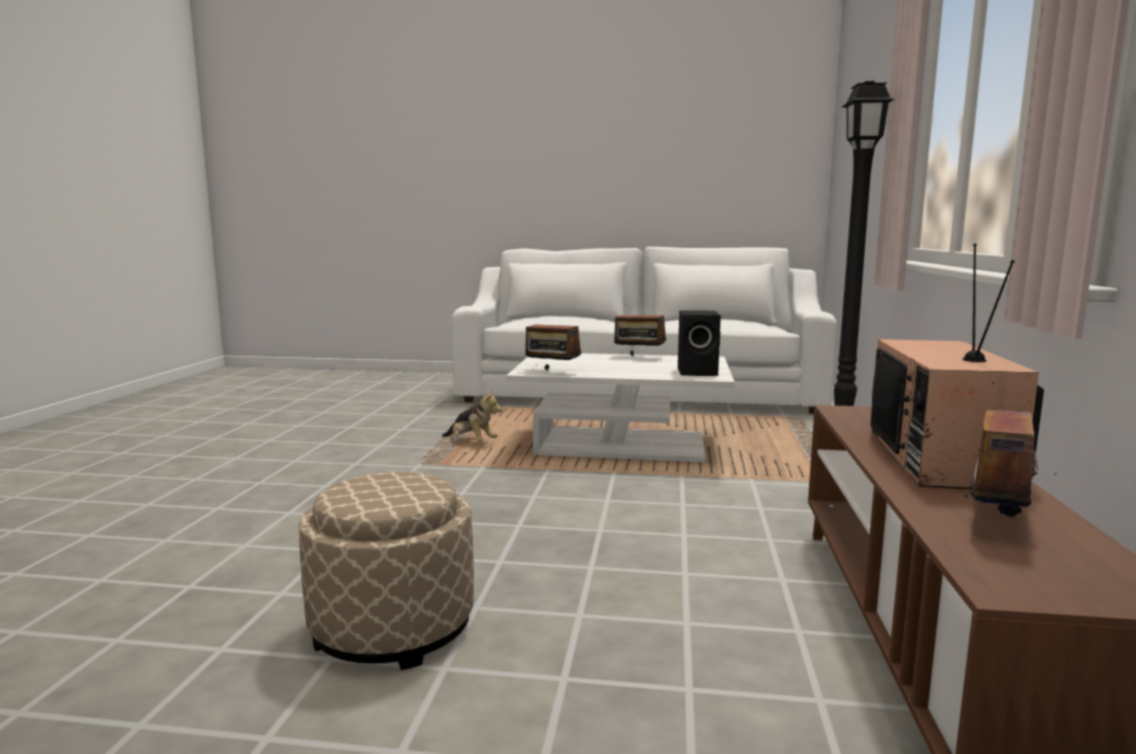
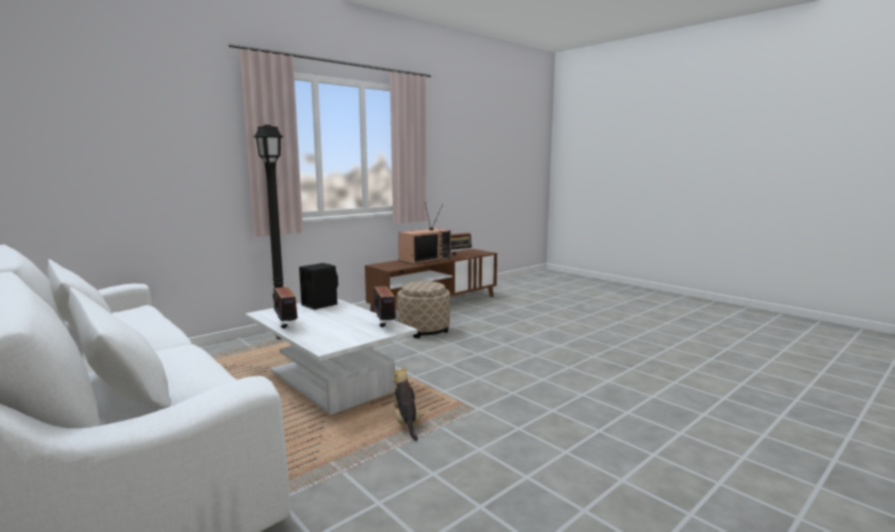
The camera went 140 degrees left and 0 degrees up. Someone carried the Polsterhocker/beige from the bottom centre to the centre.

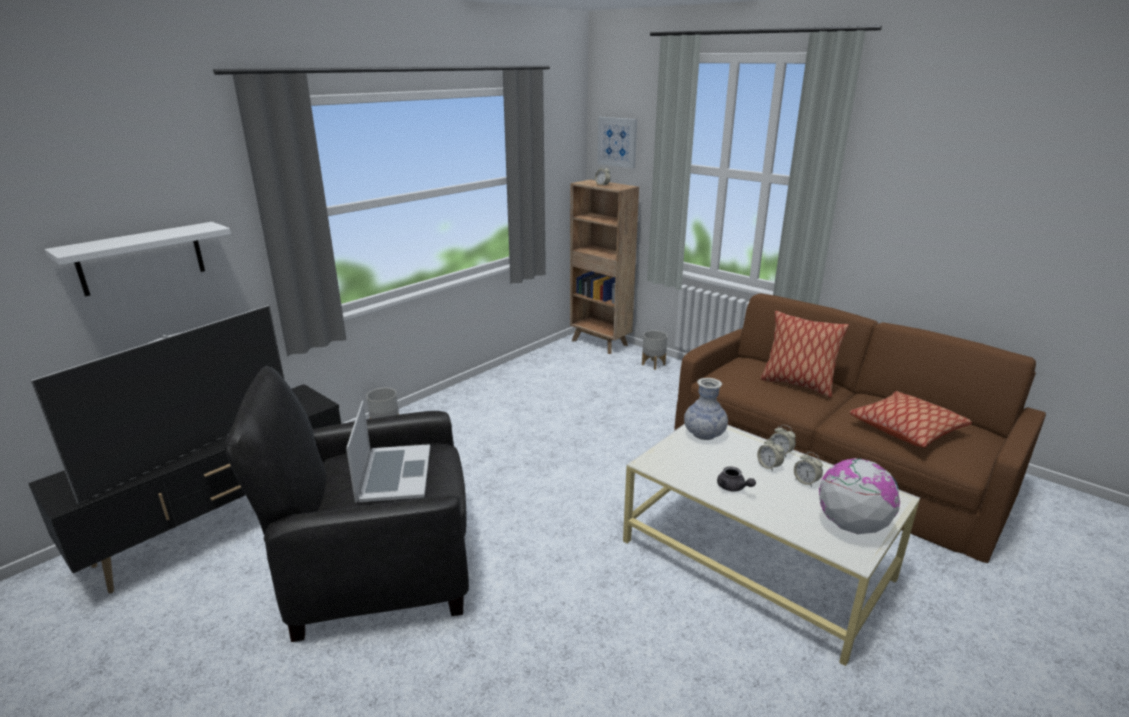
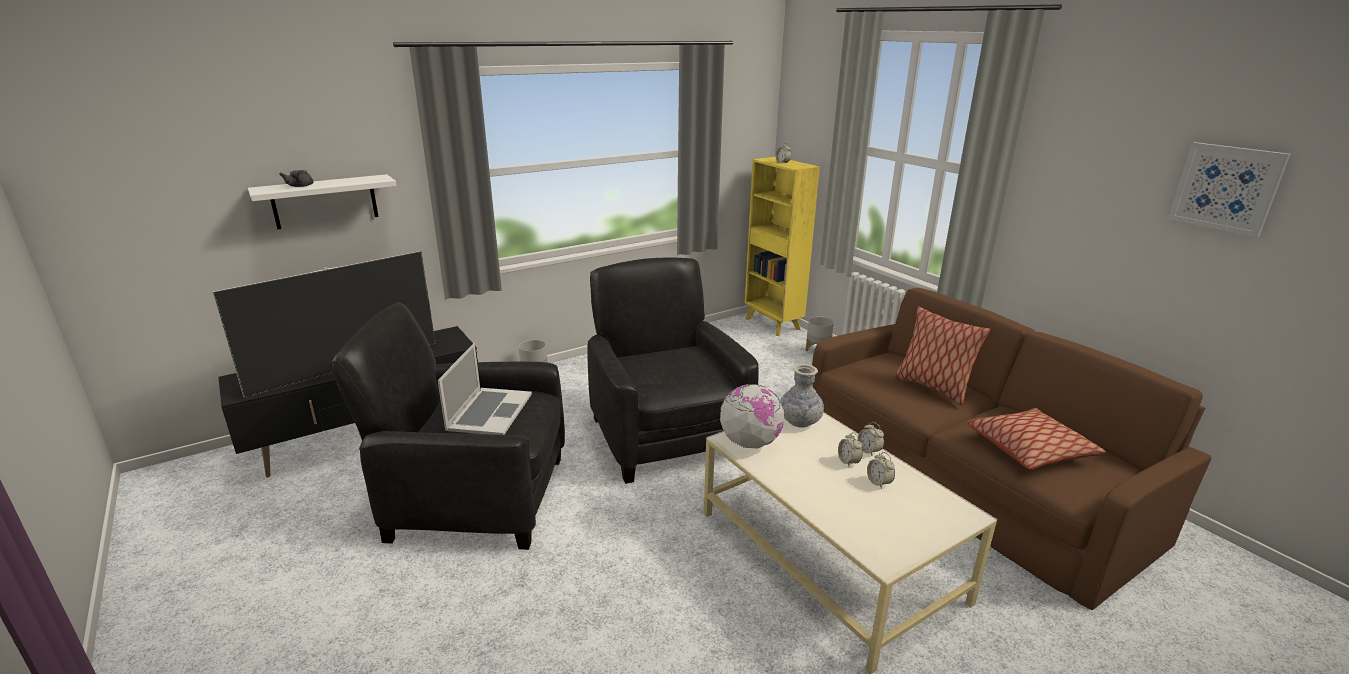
The camera went 15 degrees right and 0 degrees up. Someone carried the Teekanne/grau from the bottom centre to the top left. Someone put down the Sessel/schwarz (2nd from left) at the centre. Someone carried the Globus from the bottom right to the centre. Someone repainted the Bücherregal/braun at the centre, which became the Bücherregal/gelb at the centre. Someone carried the Bild from the top centre to the top right.

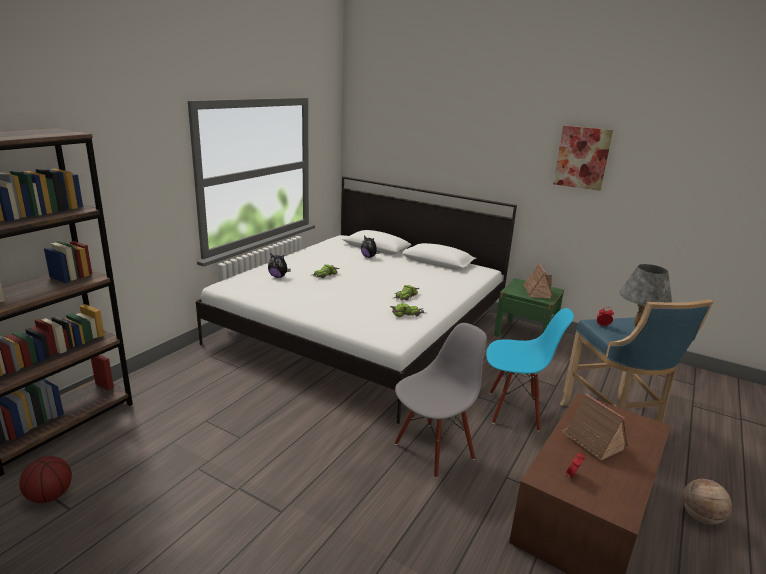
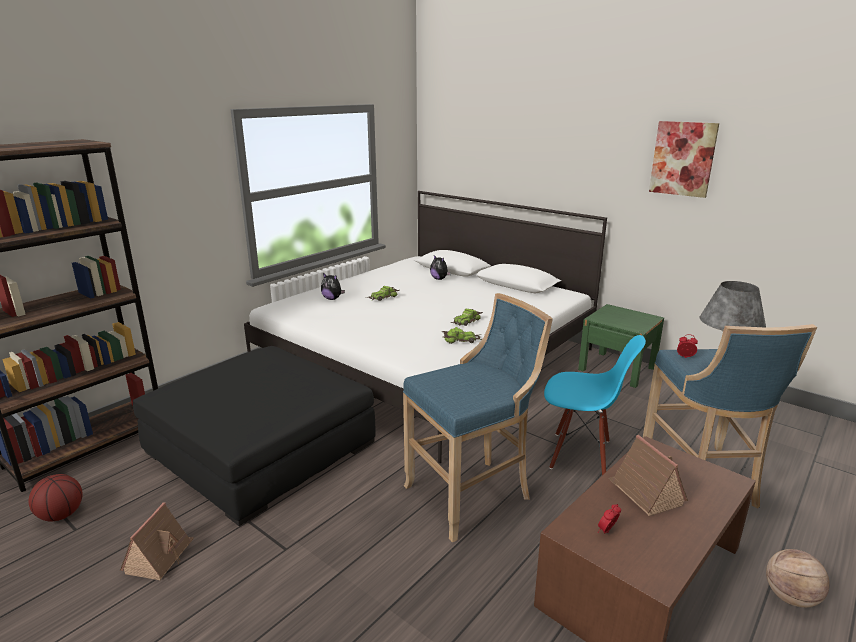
The camera went 10 degrees right and 0 degrees up. Someone carried the Spielzeughaus (1st from left) from the middle right to the bottom left. Someone put down the Polsterhocker/schwarz at the bottom left. Someone swapped the Stuhl/grau at the bottom centre for the Hocker/blau (1st from left) at the centre.

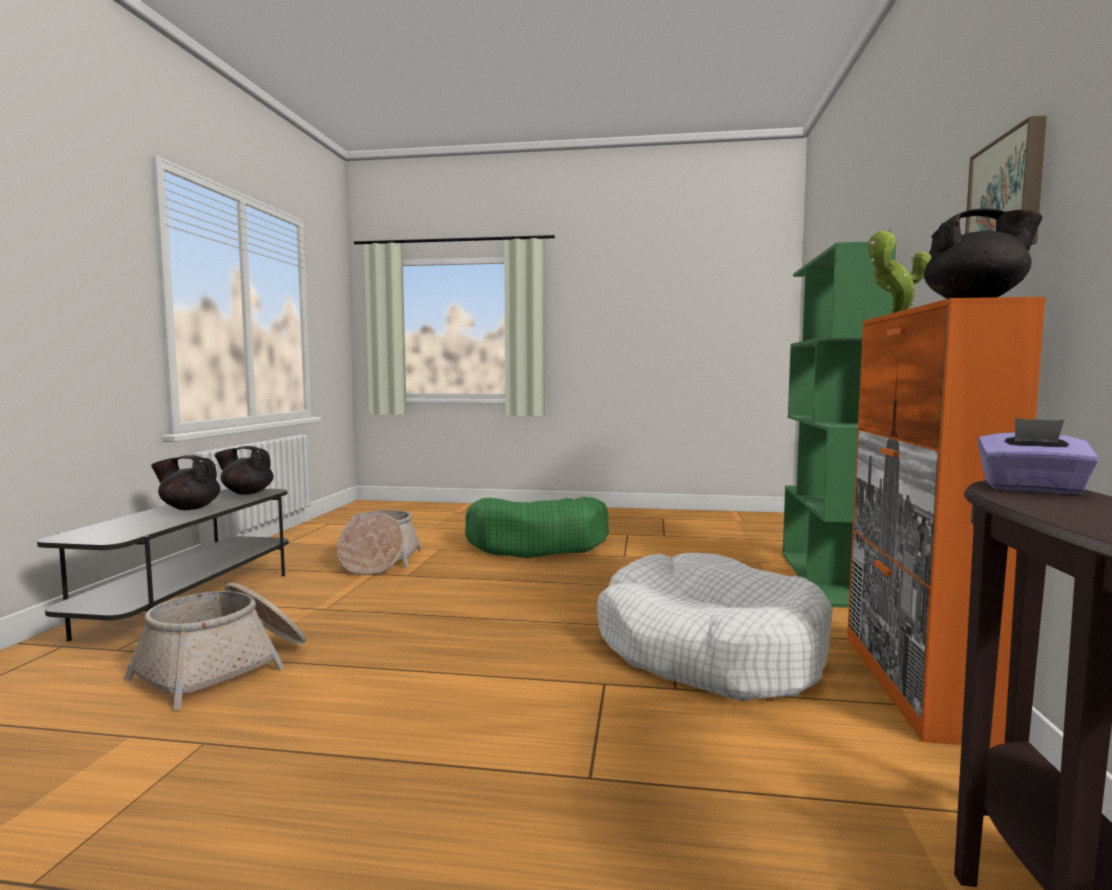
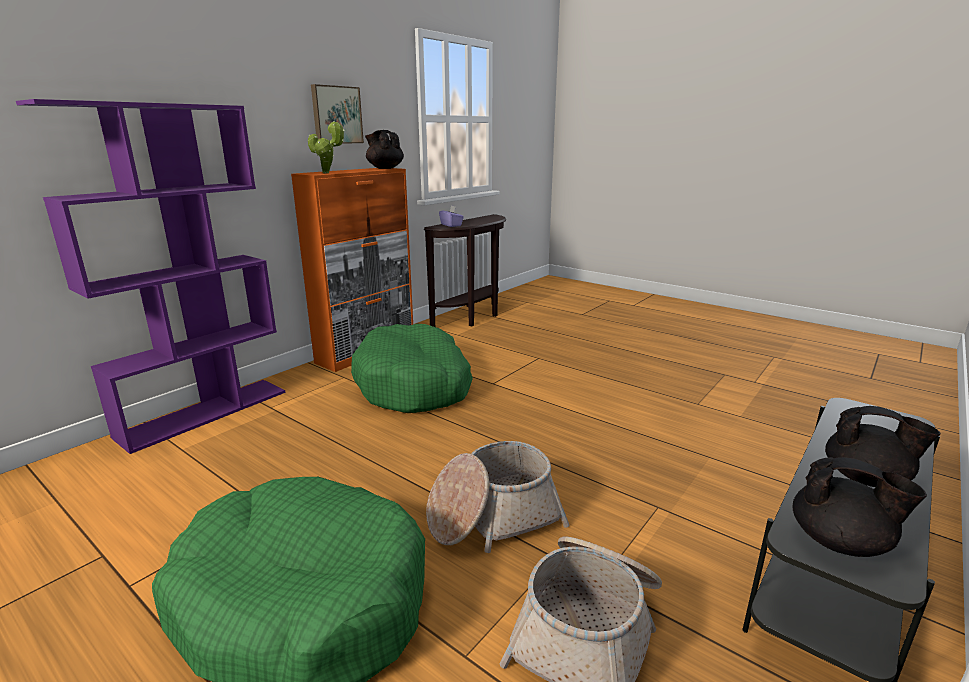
The camera went 150 degrees left and 15 degrees up. Someone repainted the Bücherregal/grün at the middle right, which became the Bücherregal/lila at the middle left. Someone repainted the Hundebett/weiß at the bottom centre, which became the Hundebett/grün (2nd from left) at the centre. Someone carried the Korb (1st from left) from the bottom left to the bottom centre.

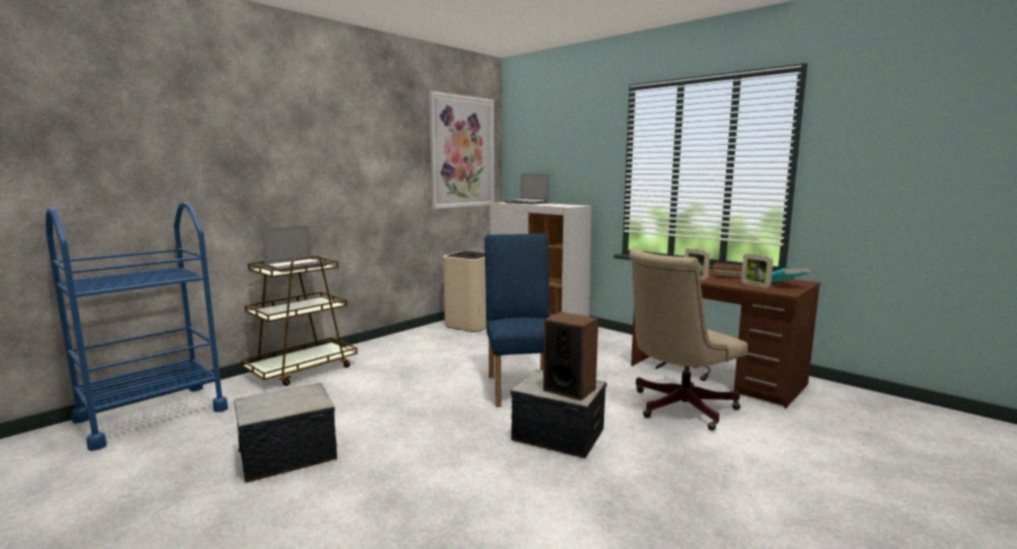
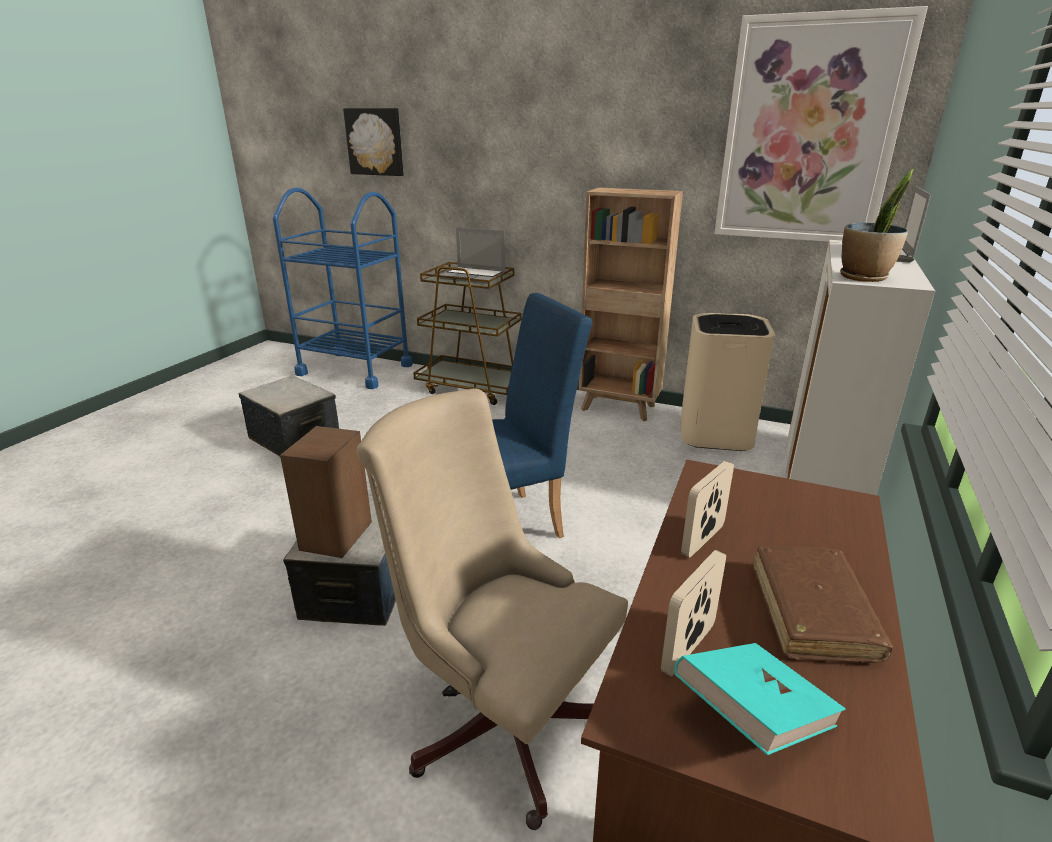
The camera went 70 degrees right and 15 degrees up. Someone put up the Bild (1st from left) at the top centre. Someone put down the Bücherregal/braun at the centre. Someone put down the Topfpflanze at the top right.

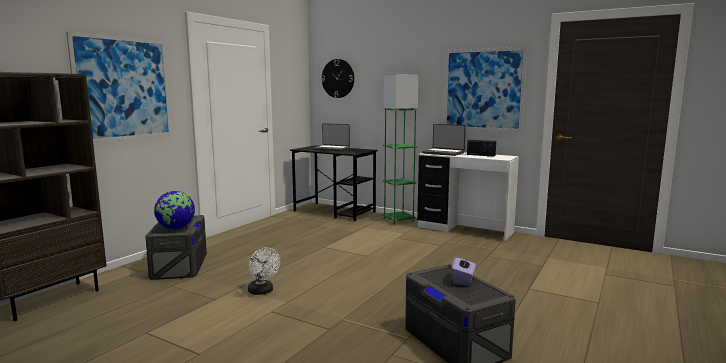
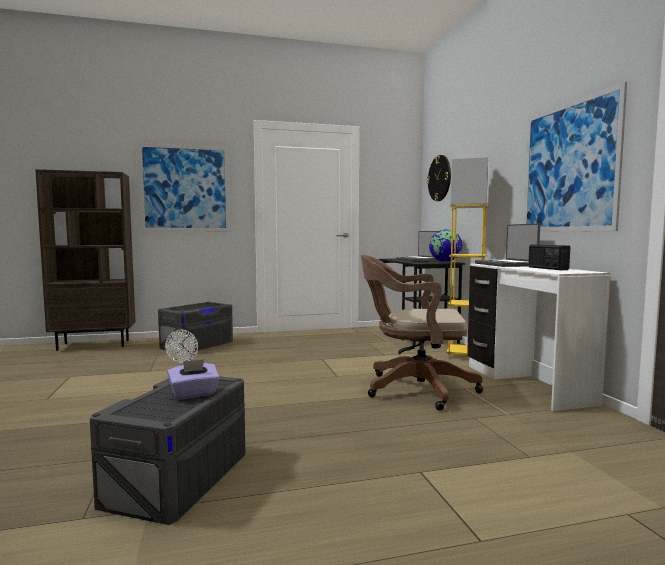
The camera went 45 degrees right and 5 degrees down. Someone put down the Bürostuhl/braun at the centre. Someone carried the Globus from the middle left to the middle right. Someone repainted the Stehlampe/grün at the centre, which became the Stehlampe/gelb at the middle right.

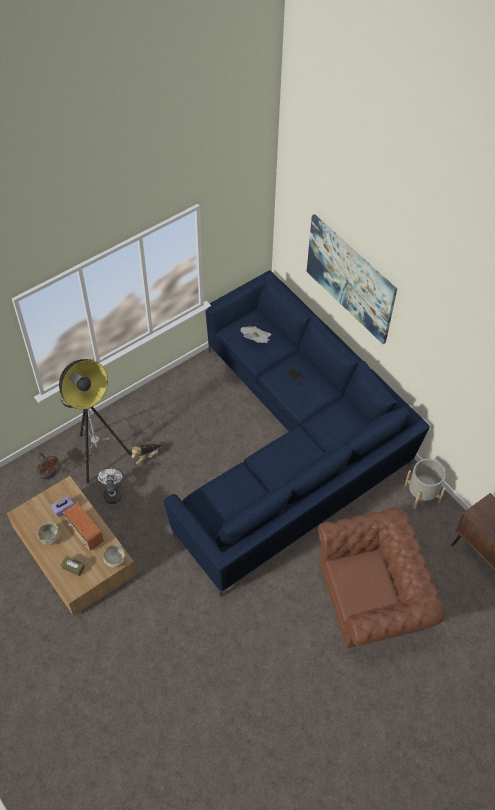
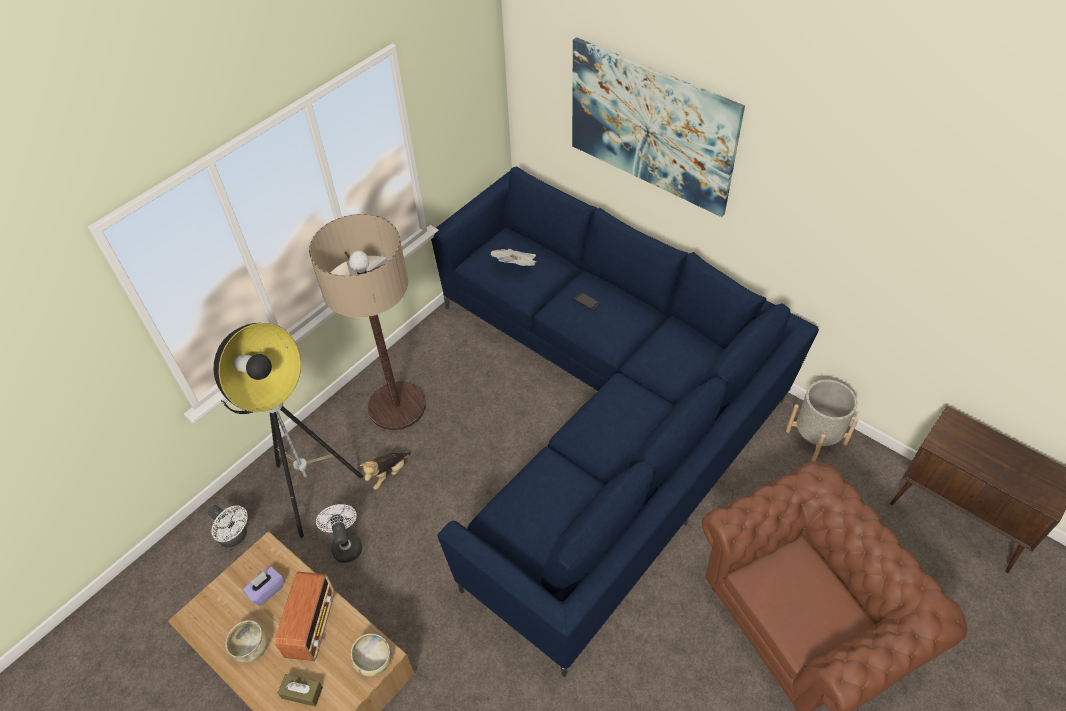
The camera went 10 degrees left and 5 degrees down. Someone repainted the Ventilator/braun at the middle left, which became the Ventilator/weiß (1st from left) at the bottom left. Someone rotated the Radio at the middle left by 120 degrees counterclockwise. Someone put down the Stehlampe (2nd from left) at the centre.

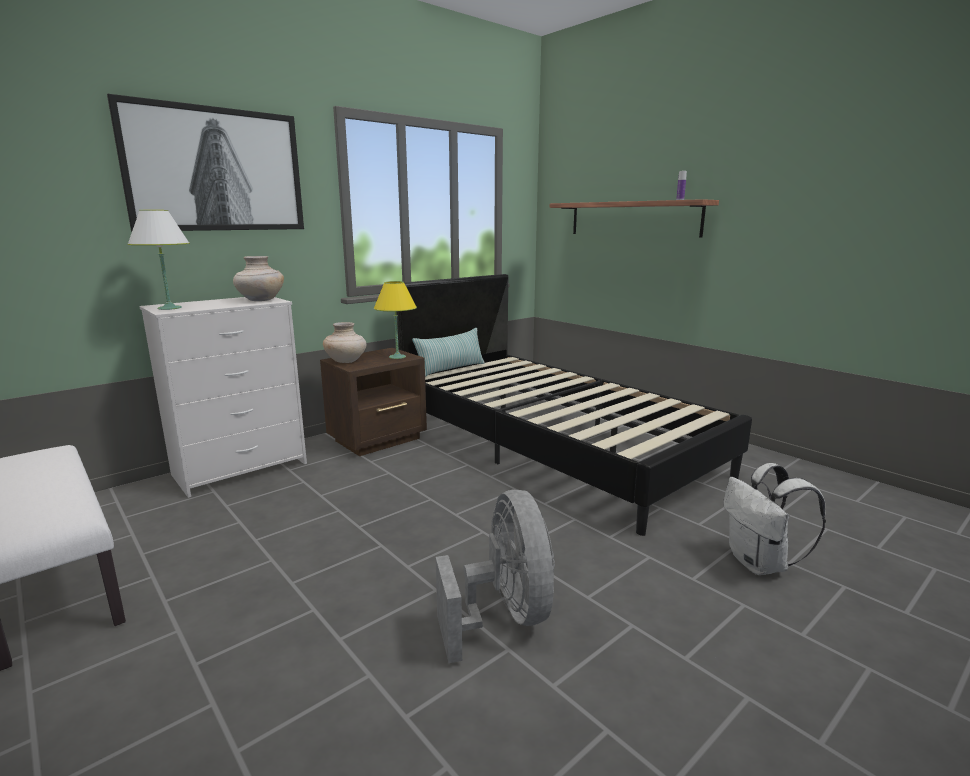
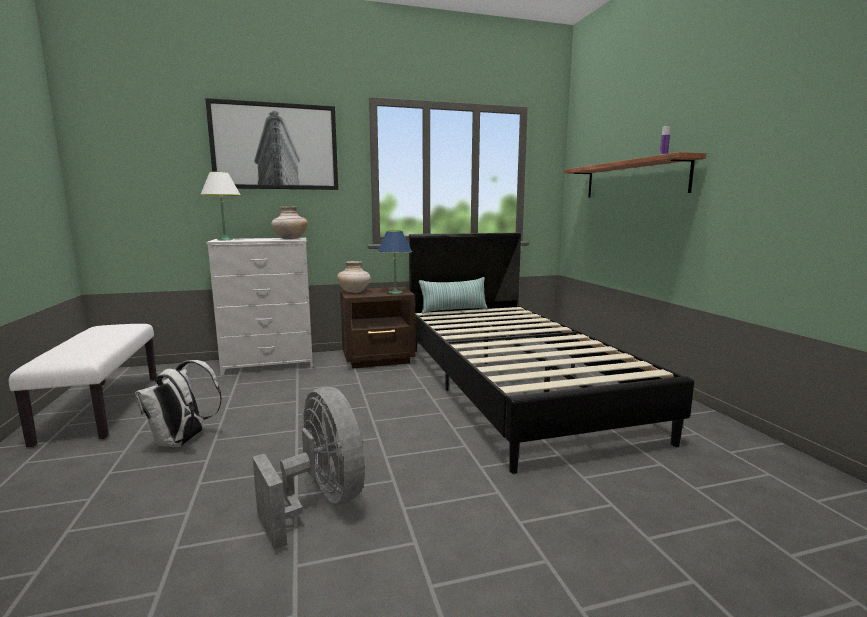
The camera went 25 degrees right and 5 degrees down. Someone carried the Rucksack/weiß from the bottom right to the middle left. Someone rotated the Ventilator/grau at the bottom centre by 45 degrees counterclockwise. Someone repainted the Tischlampe/gelb at the centre, which became the Tischlampe/blau at the centre.

